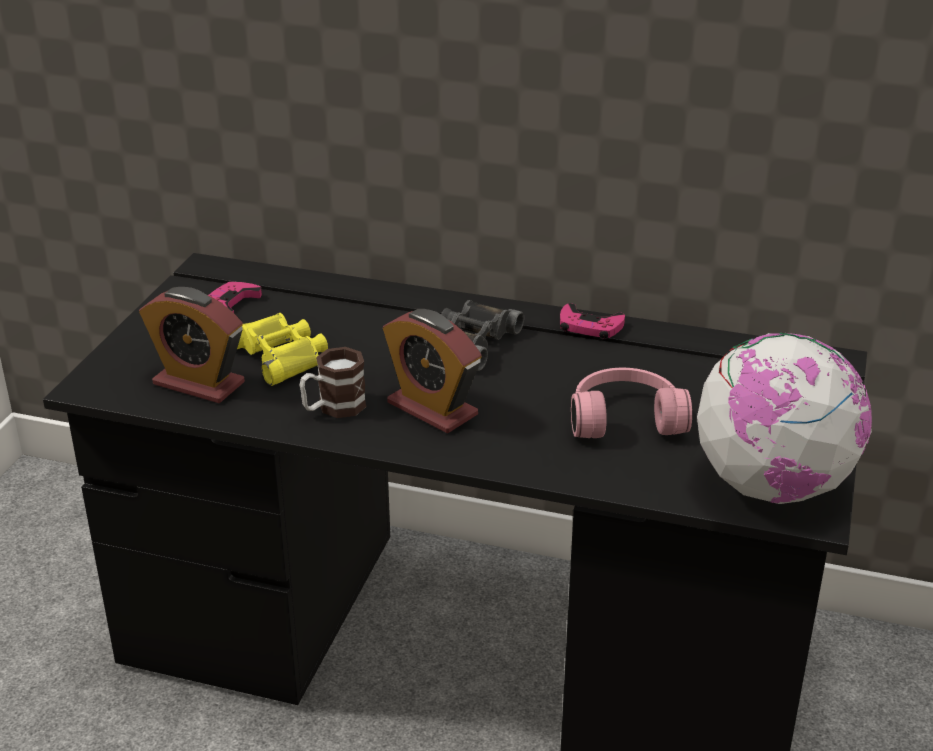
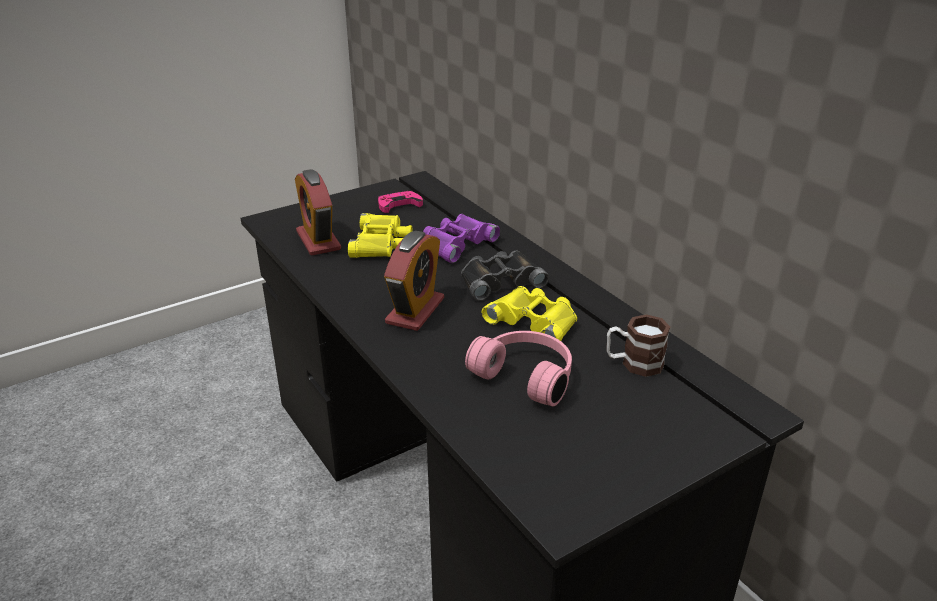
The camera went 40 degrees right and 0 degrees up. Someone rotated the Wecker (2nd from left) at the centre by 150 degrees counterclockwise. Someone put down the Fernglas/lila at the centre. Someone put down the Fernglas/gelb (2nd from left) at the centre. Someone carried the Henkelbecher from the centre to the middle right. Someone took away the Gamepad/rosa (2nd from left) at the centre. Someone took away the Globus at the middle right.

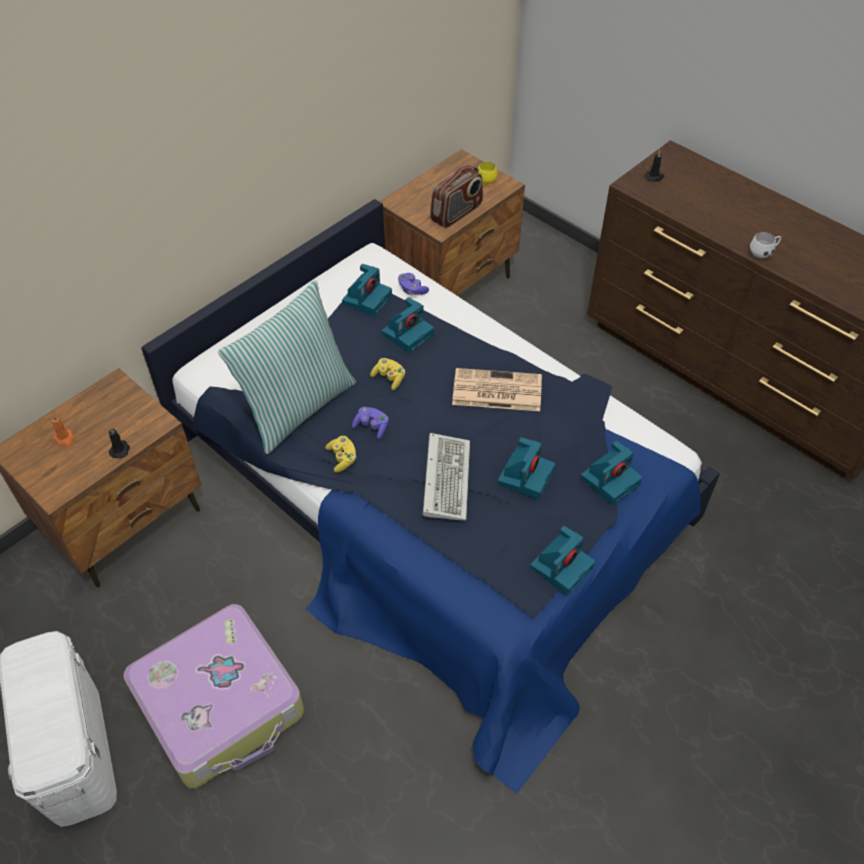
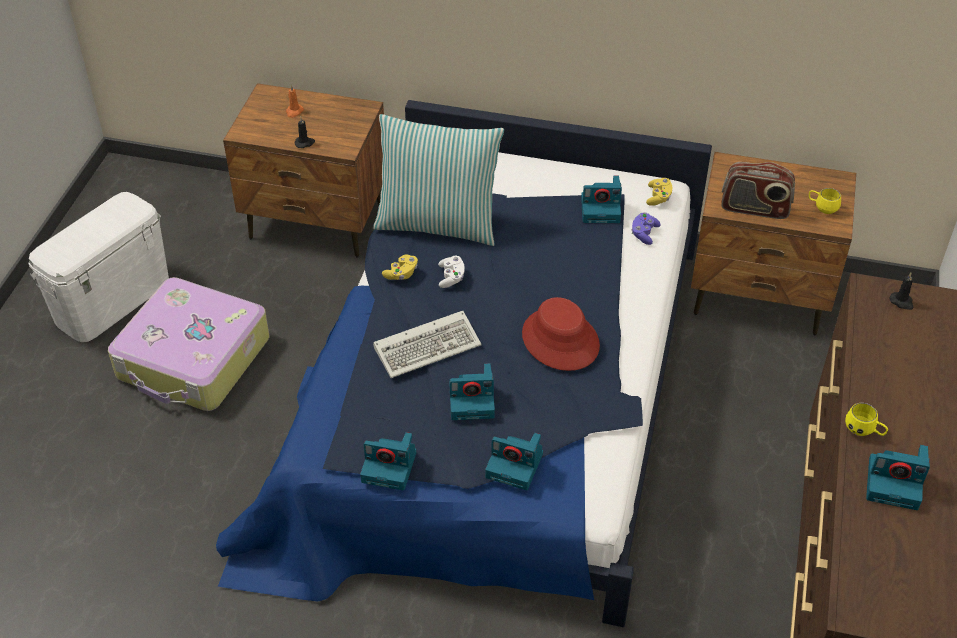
The camera went 60 degrees right and 5 degrees down. Someone repainted the Gamepad/lila (1st from left) at the centre, which became the Gamepad/weiß at the centre. Someone swapped the Zeitung at the centre for the Hut/rot at the centre. Someone carried the Gamepad/gelb (2nd from left) from the centre to the top right. Someone repainted the Henkelbecher/weiß at the top right, which became the Henkelbecher/gelb (2nd from left) at the middle right. Someone carried the Kamera (2nd from left in the first image) from the centre to the bottom right.

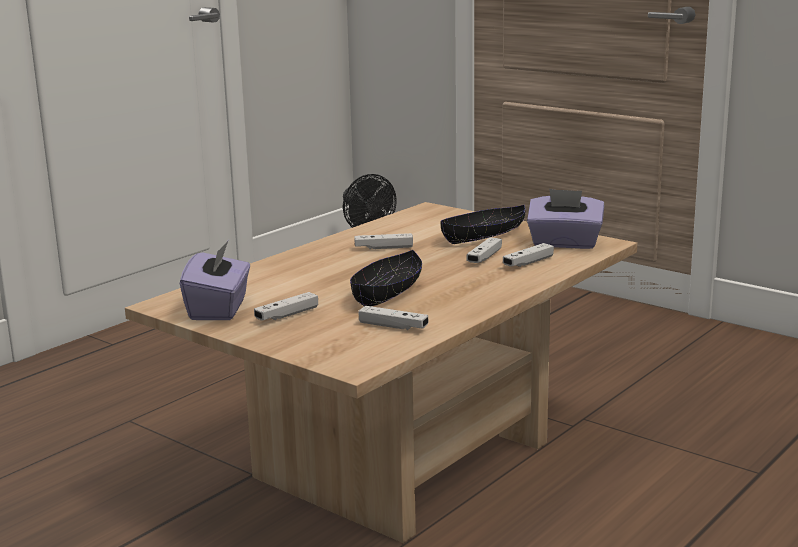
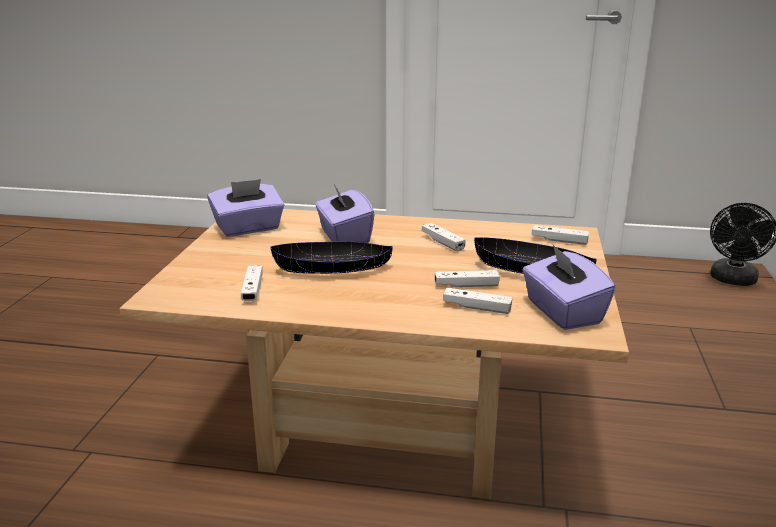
The camera went 60 degrees right and 5 degrees up. Someone put down the Taschentuchbox/lila (2nd from left) at the centre. Someone carried the Gamepad/weiß (1st from left in the first image) from the centre to the middle right.

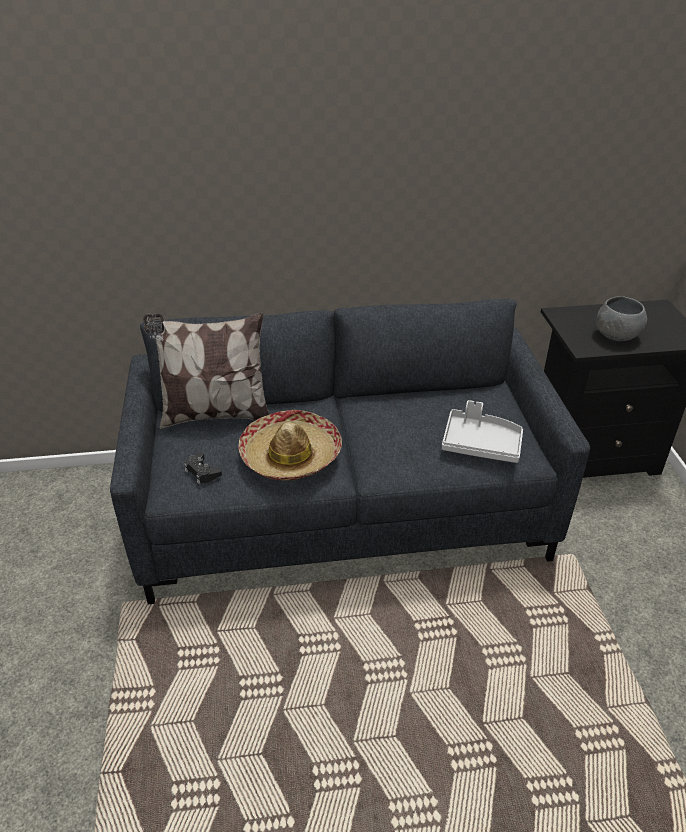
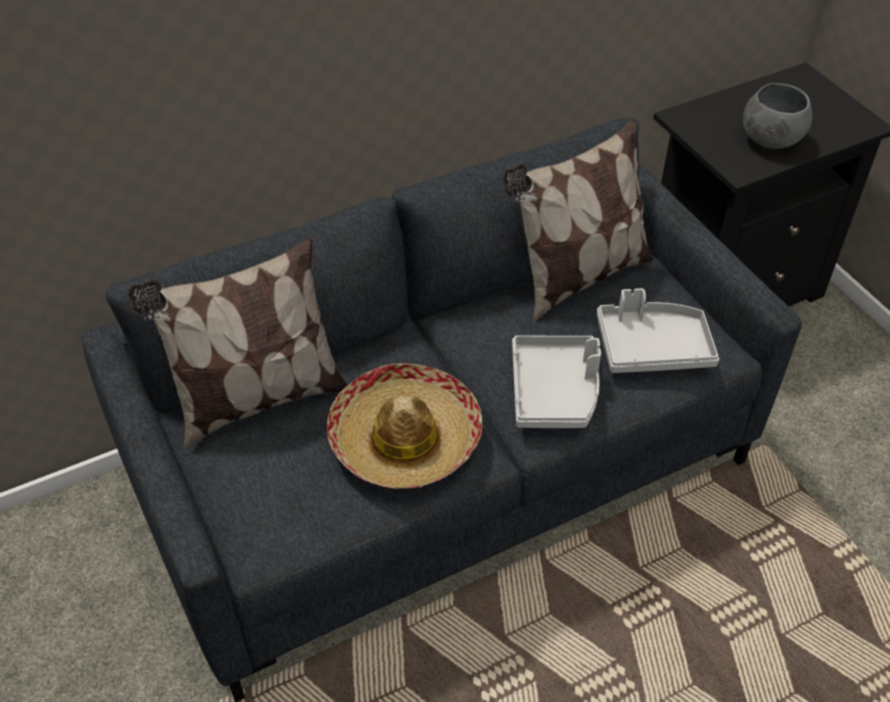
The camera went 20 degrees left and 10 degrees up. Someone put down the Kissen (2nd from left) at the top centre. Someone put down the Tablett/grau (1st from left) at the centre. Someone took away the Gamepad/schwarz at the middle left.

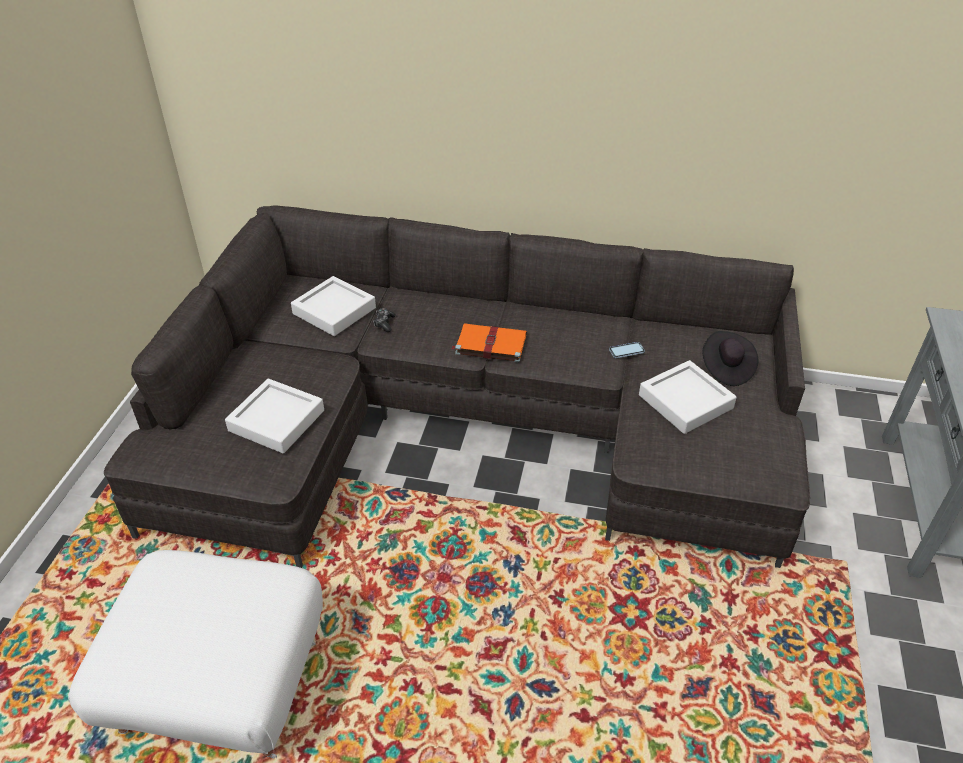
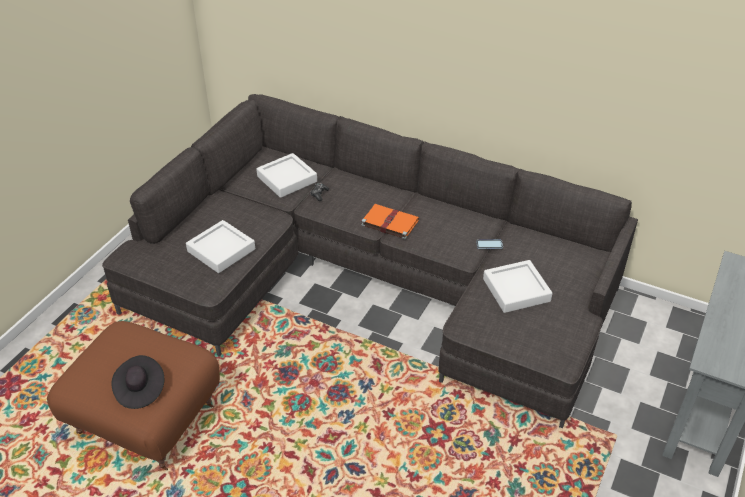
The camera went 15 degrees right and 0 degrees up. Someone repainted the Polsterhocker/weiß at the bottom left, which became the Polsterhocker/braun at the bottom left. Someone carried the Hut/schwarz from the middle right to the bottom left.

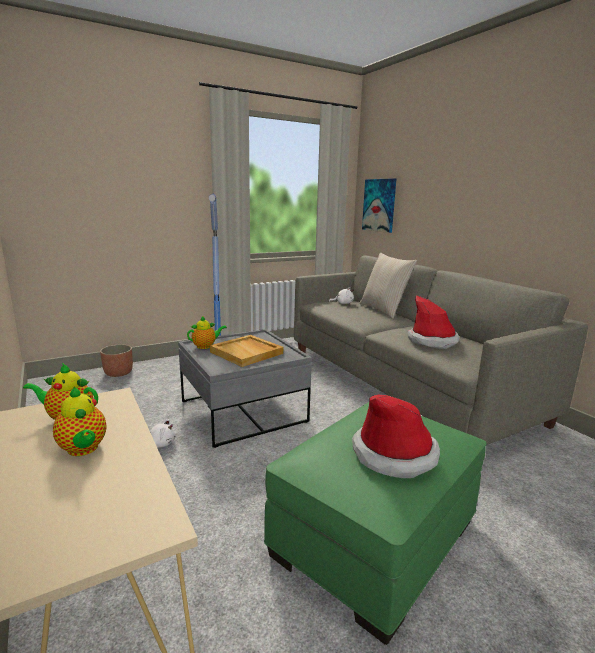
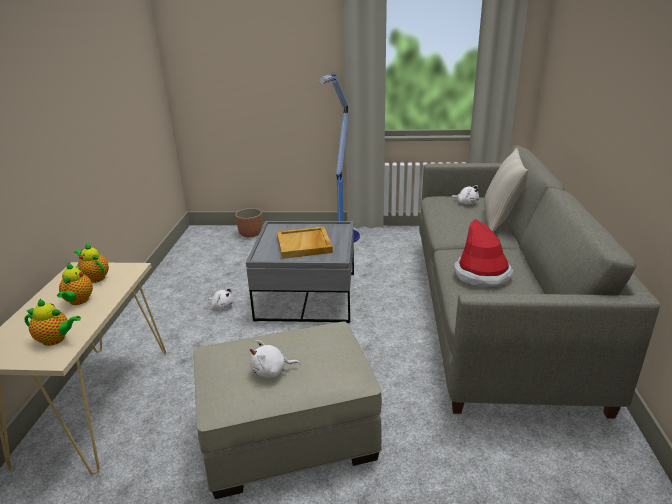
The camera went 35 degrees right and 10 degrees up. Someone carried the Teekanne (3rd from left in the first image) from the centre to the middle left. Someone repainted the Polsterhocker/grün at the bottom centre, which became the Polsterhocker/beige at the bottom centre. Someone swapped the Hut (1st from left) at the bottom centre for the Plüschtier/weiß (2nd from left) at the bottom centre. Someone took away the Bild at the top centre.

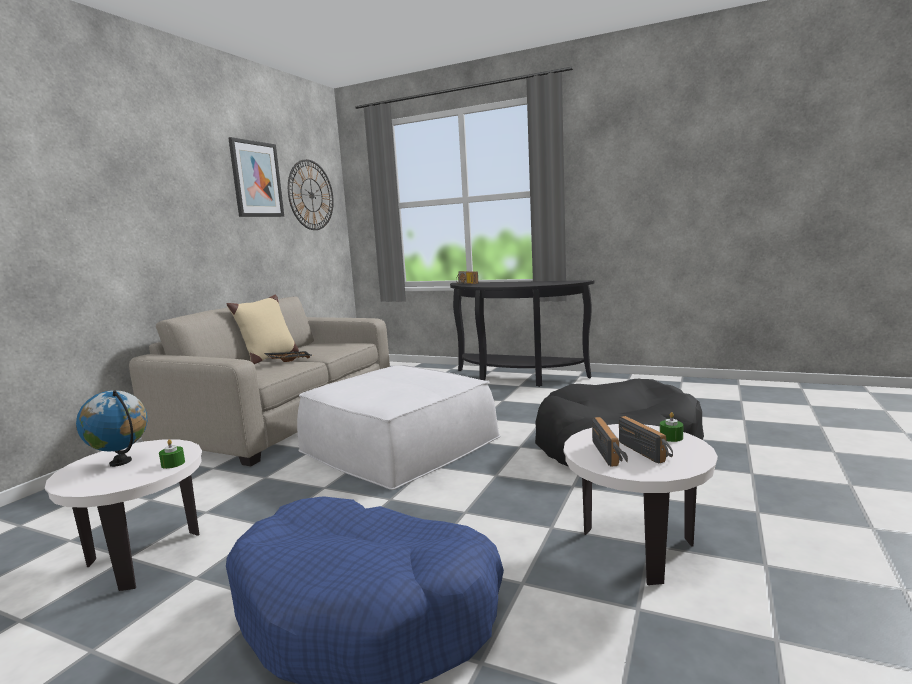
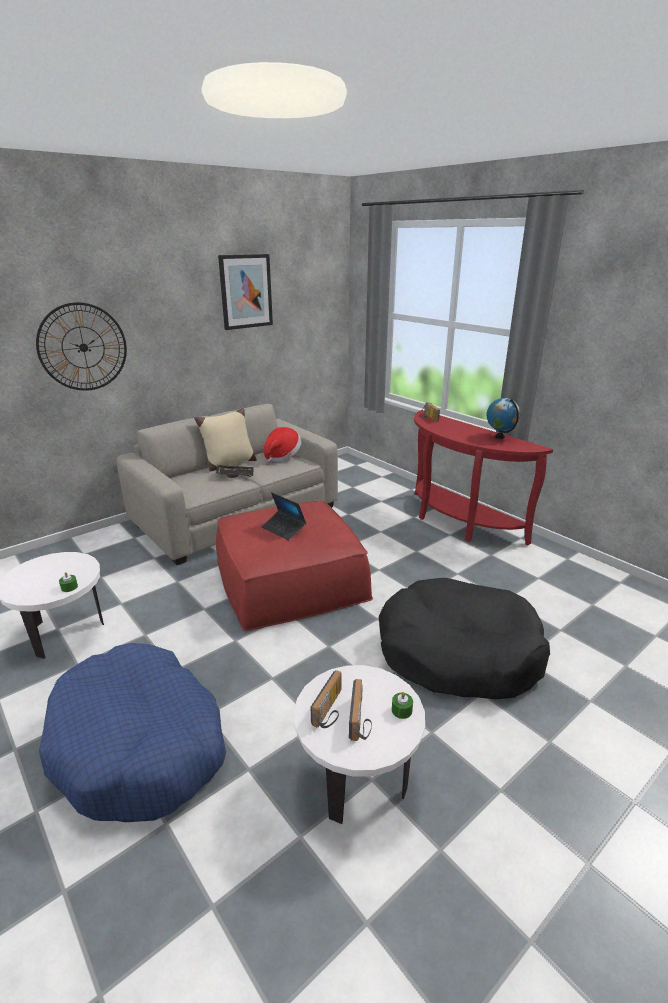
The camera went 25 degrees right and 15 degrees up. Someone carried the Wanduhr from the top centre to the middle left. Someone repainted the Polsterhocker/weiß at the centre, which became the Polsterhocker/rot at the centre. Someone put down the Laptop at the centre. Someone put down the Hut at the centre. Someone repainted the Konsolentisch/schwarz at the centre, which became the Konsolentisch/rot at the middle right. Someone carried the Globus from the middle left to the middle right.

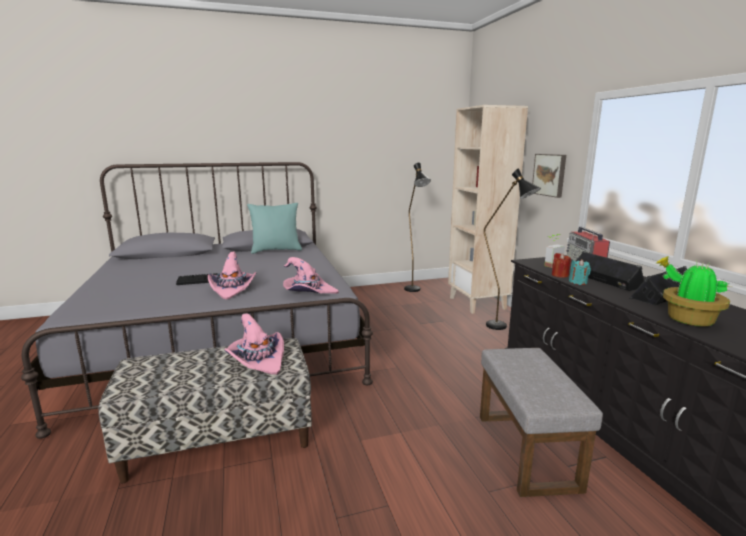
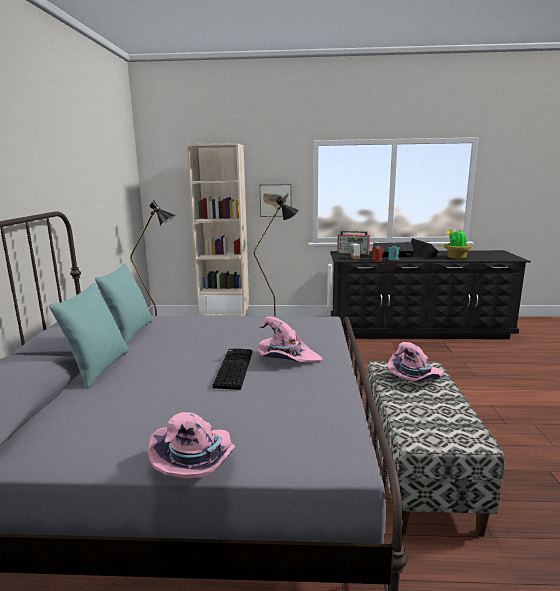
The camera went 70 degrees left and 0 degrees up. Someone put down the Kissen/türkis (1st from left) at the middle left. Someone carried the Hut/rosa (3rd from left in the first image) from the centre to the bottom centre. Someone took away the Polsterhocker/grau at the bottom right.

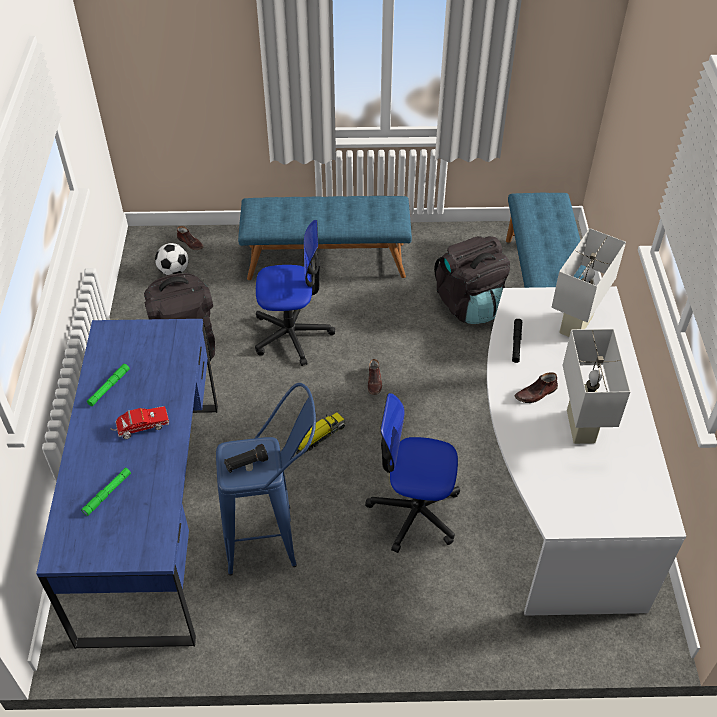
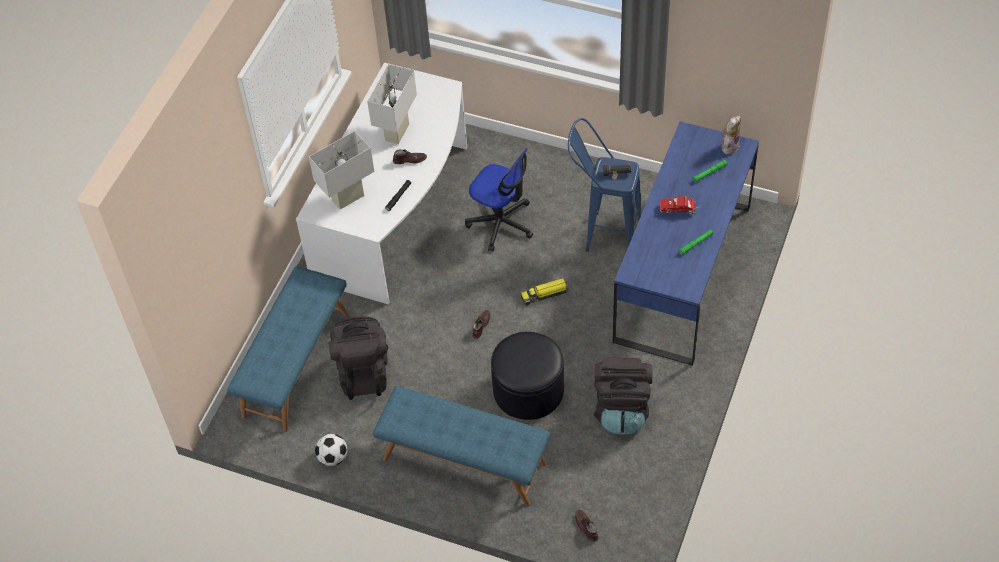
The camera went 155 degrees left and 5 degrees up. Someone carried the Fußball from the middle left to the bottom left. Someone swapped the Bürostuhl (1st from left) at the centre for the Polsterhocker/schwarz at the bottom centre. Someone put down the Plüschtier at the top right.

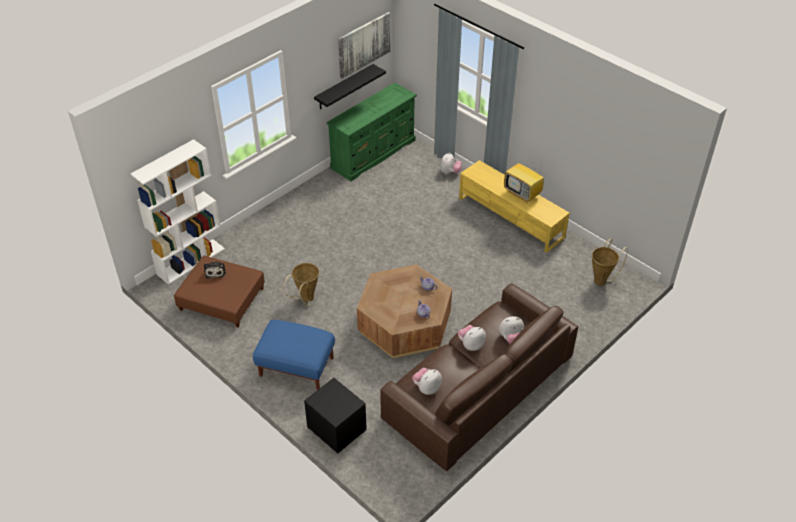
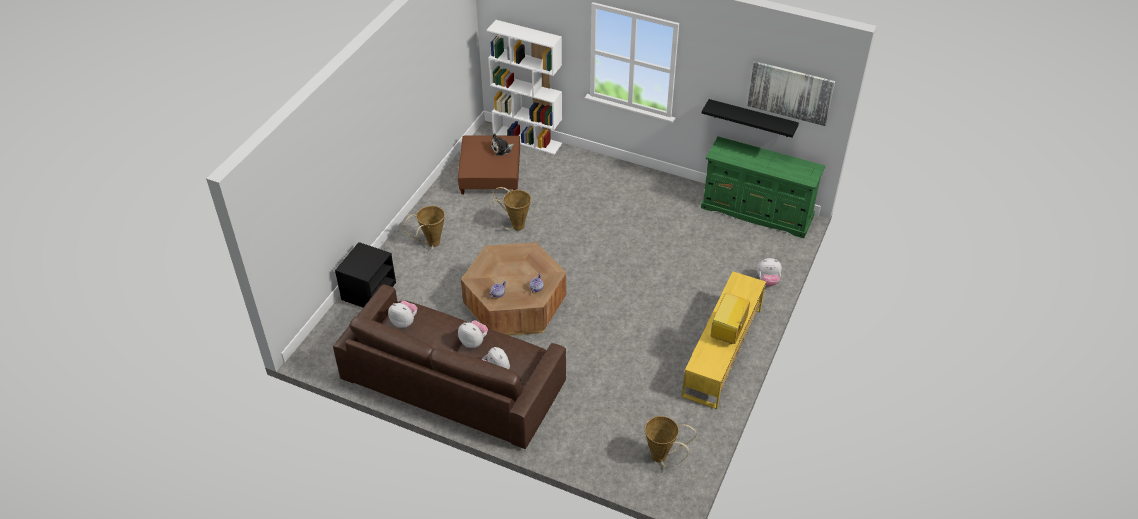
The camera went 70 degrees right and 0 degrees up. Someone swapped the Polsterhocker/blau at the bottom centre for the Korb (1st from left) at the centre.

